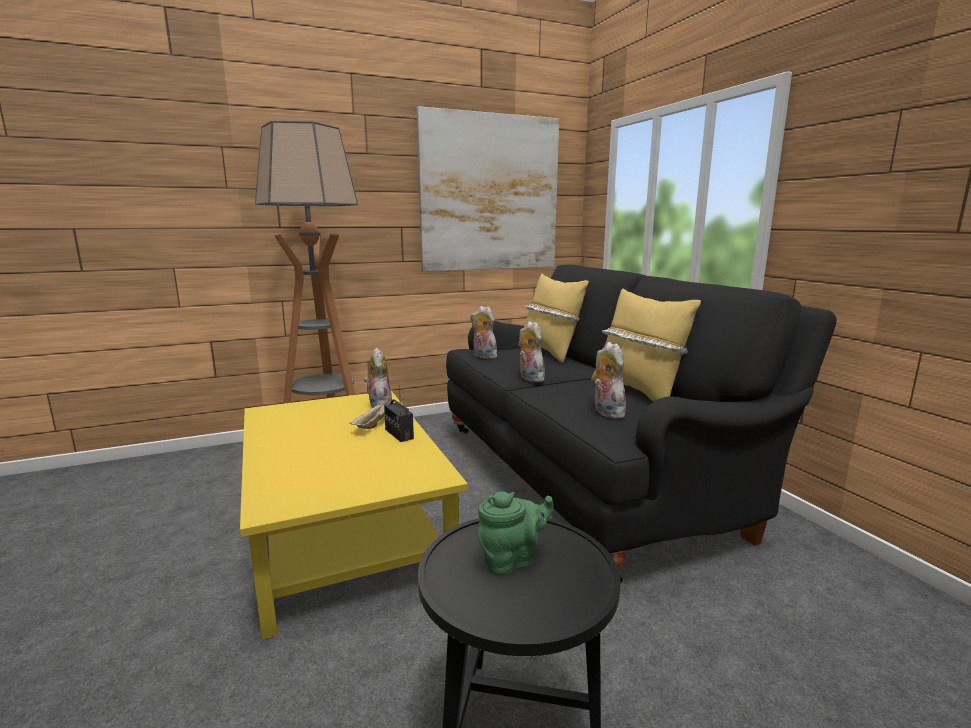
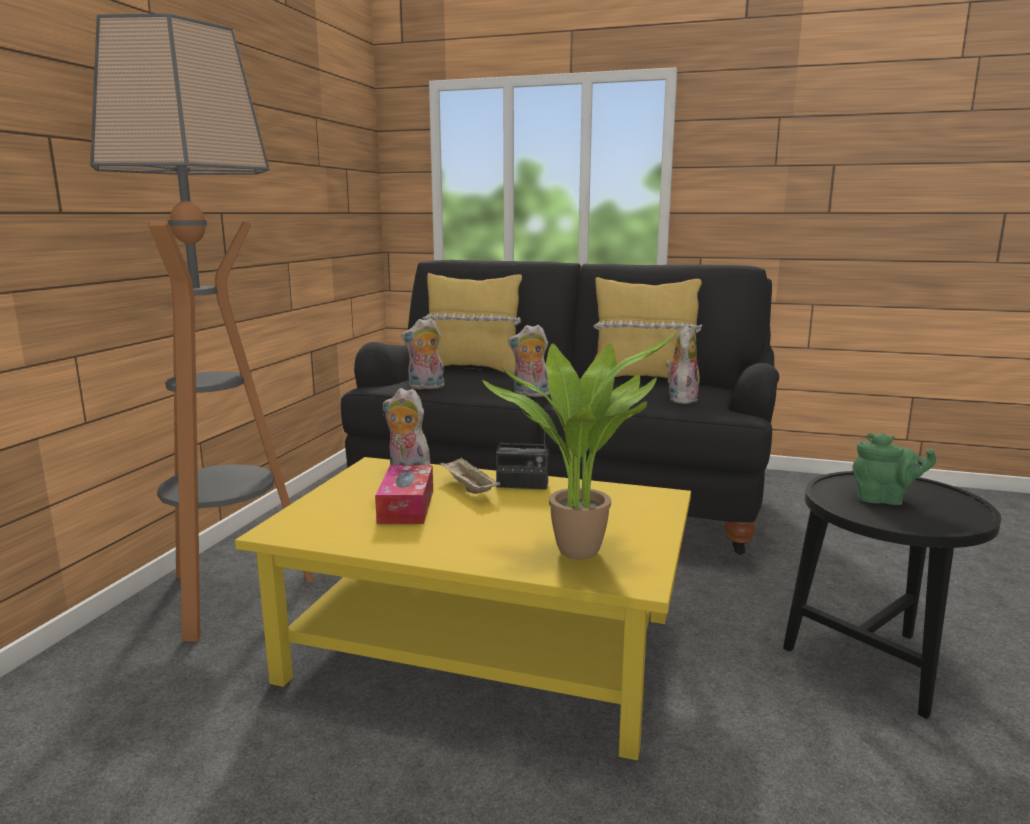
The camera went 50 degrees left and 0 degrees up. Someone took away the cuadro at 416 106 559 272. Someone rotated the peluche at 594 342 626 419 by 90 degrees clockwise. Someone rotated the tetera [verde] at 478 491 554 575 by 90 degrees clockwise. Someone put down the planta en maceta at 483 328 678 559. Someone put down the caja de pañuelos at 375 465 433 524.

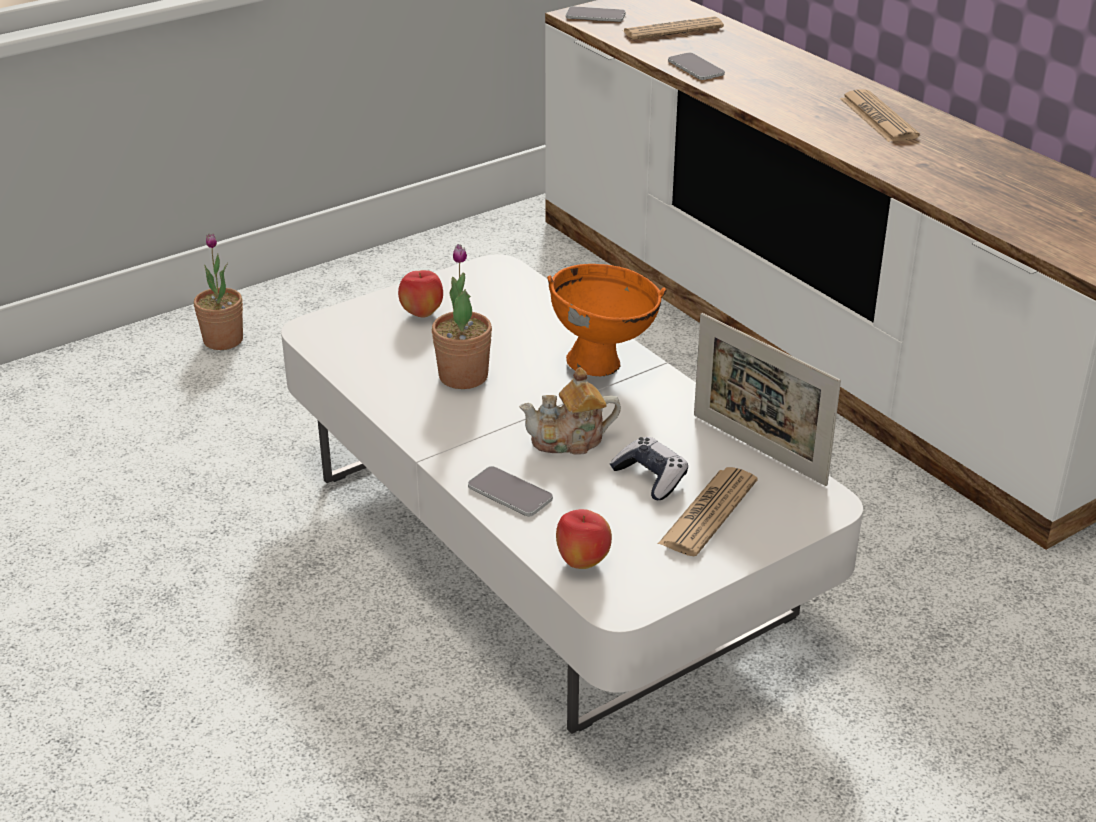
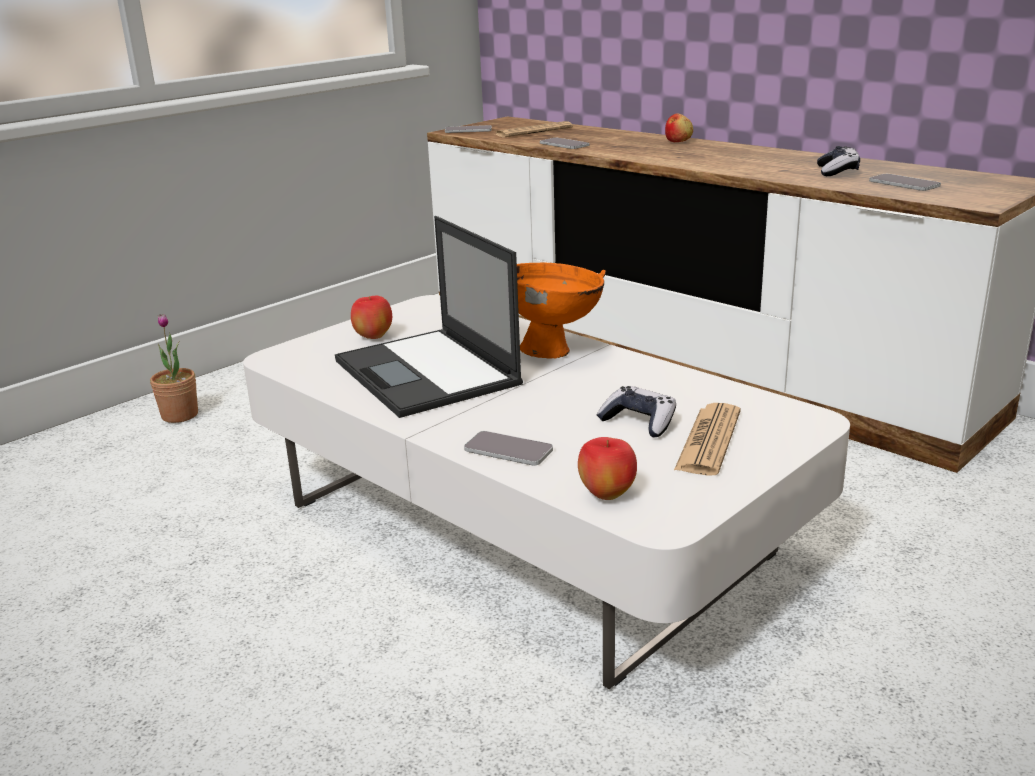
The camera went 10 degrees left and 10 degrees down. Someone took away the periódico at 840 89 920 142. Someone swapped the planta en maceta at 432 244 492 389 for the portátil at 335 216 523 418. Someone took away the portarretratos at 694 313 841 486. Someone took away the tetera at 519 367 621 455. Someone put down the manzana at 665 113 693 142. Someone put down the mando de consola at 817 146 860 176. Someone put down the móvil at 869 174 941 191.

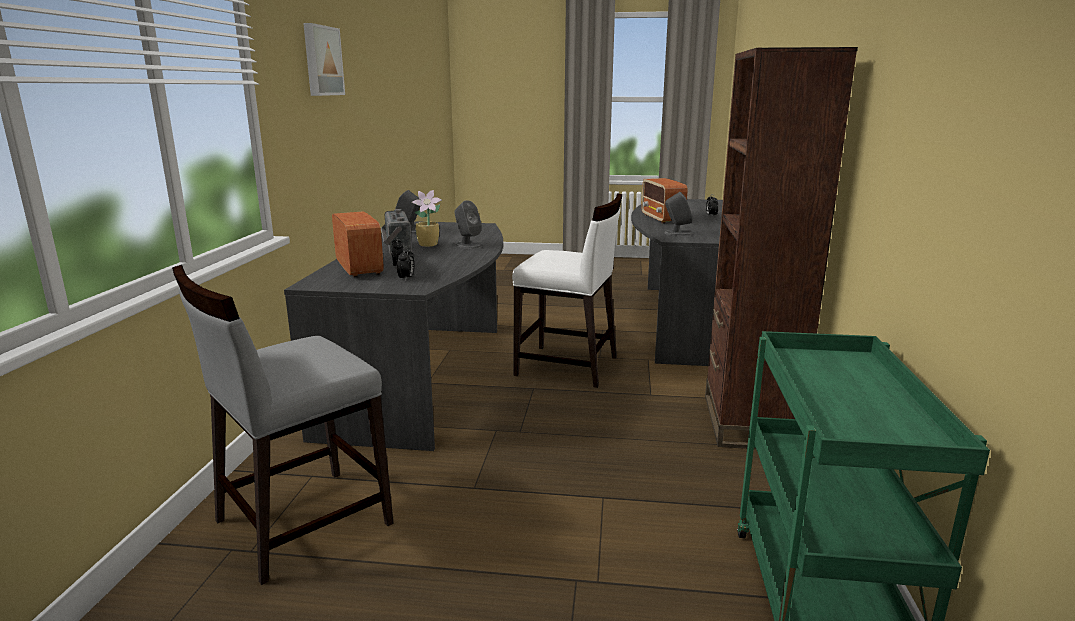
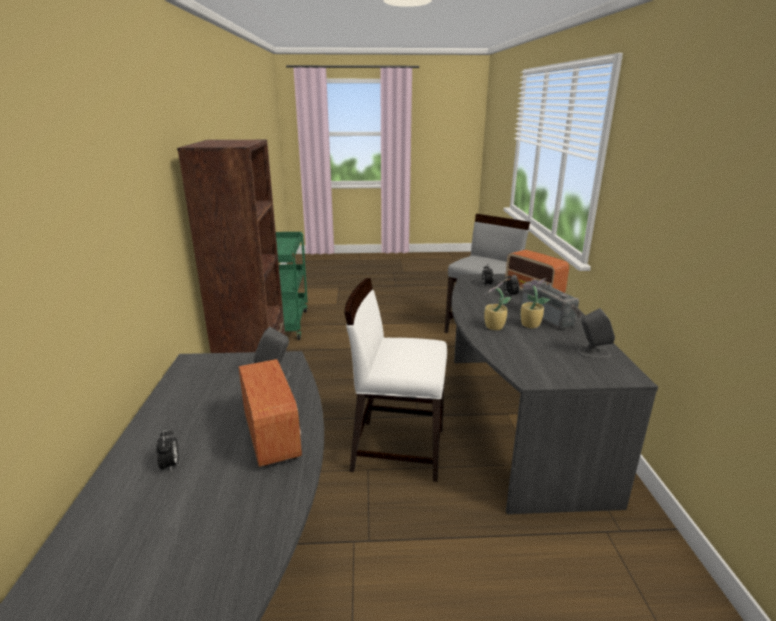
The camera went 170 degrees right and 5 degrees up. Someone took away the cuadro at 303 23 345 96. Someone swapped the altavoz [gris] at 455 200 482 249 for the planta en maceta at 483 278 511 330.

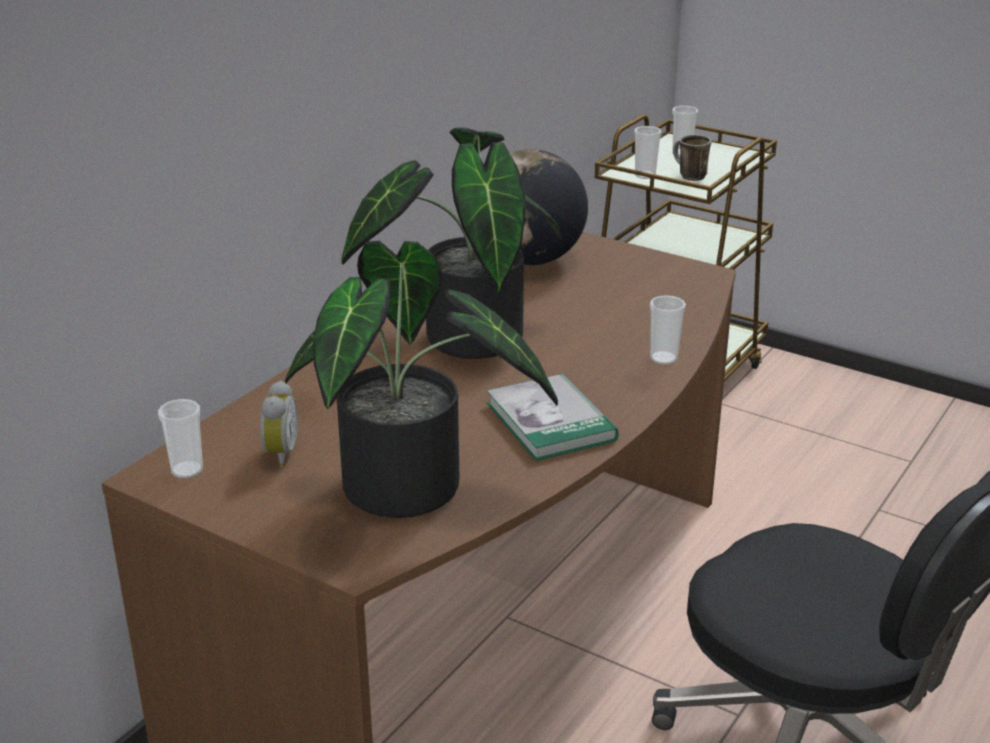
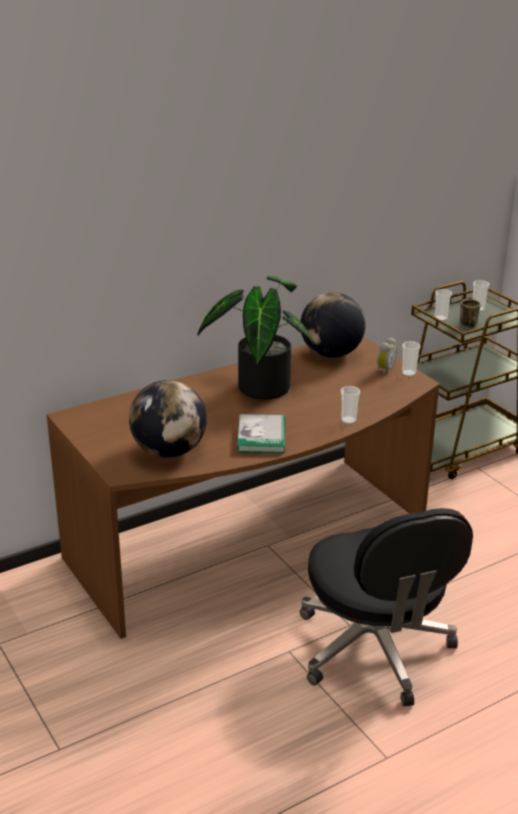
The camera went 25 degrees right and 0 degrees up. Someone swapped the planta en maceta at 285 241 558 518 for the globo terráqueo at 129 380 207 458. Someone carried the despertador from 260 380 298 467 to 377 337 397 375. Someone carried the taza from 158 399 203 479 to 402 341 420 376.

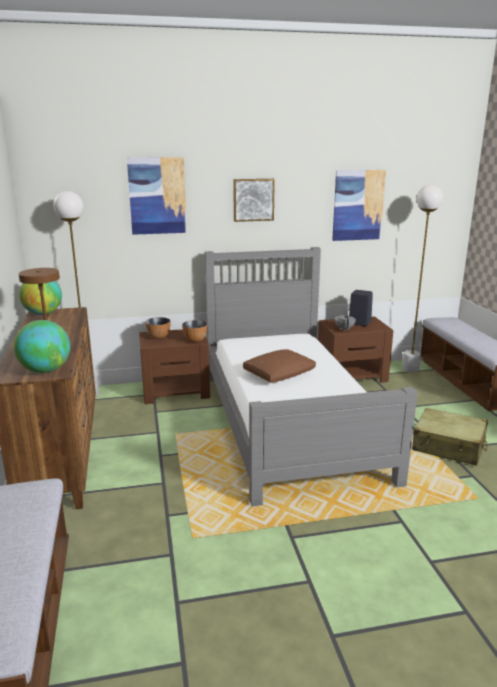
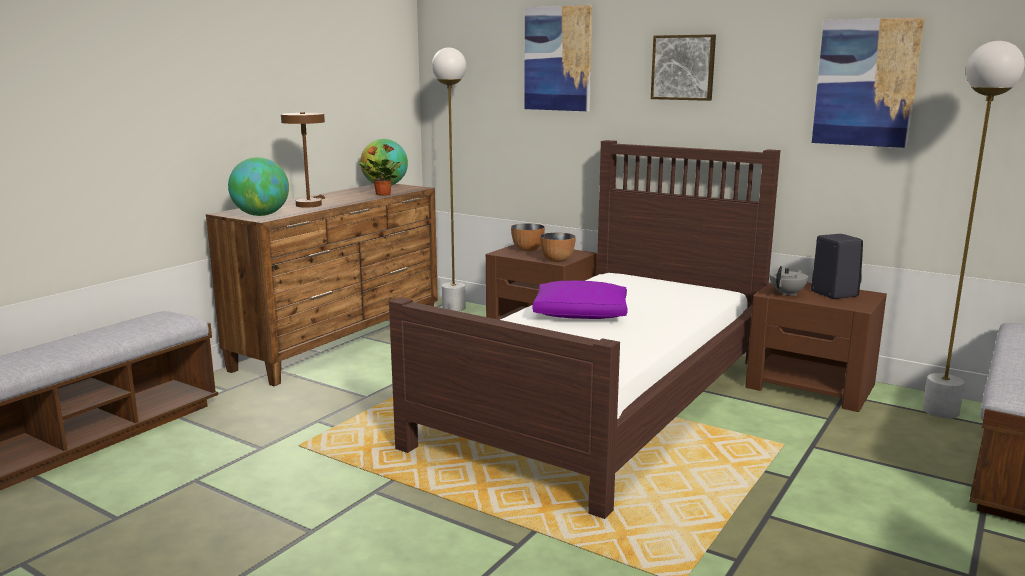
The camera went 45 degrees right and 5 degrees down. Someone repainted the cama [gris] at 205 247 418 506, which became the cama [marrón] at 389 140 780 519. Someone repainted the cojín [marrón] at 243 349 316 383, which became the cojín [morado] at 533 281 628 319. Someone took away the maleta [beis] at 412 408 488 466. Someone put down the planta en maceta at 358 144 404 196.

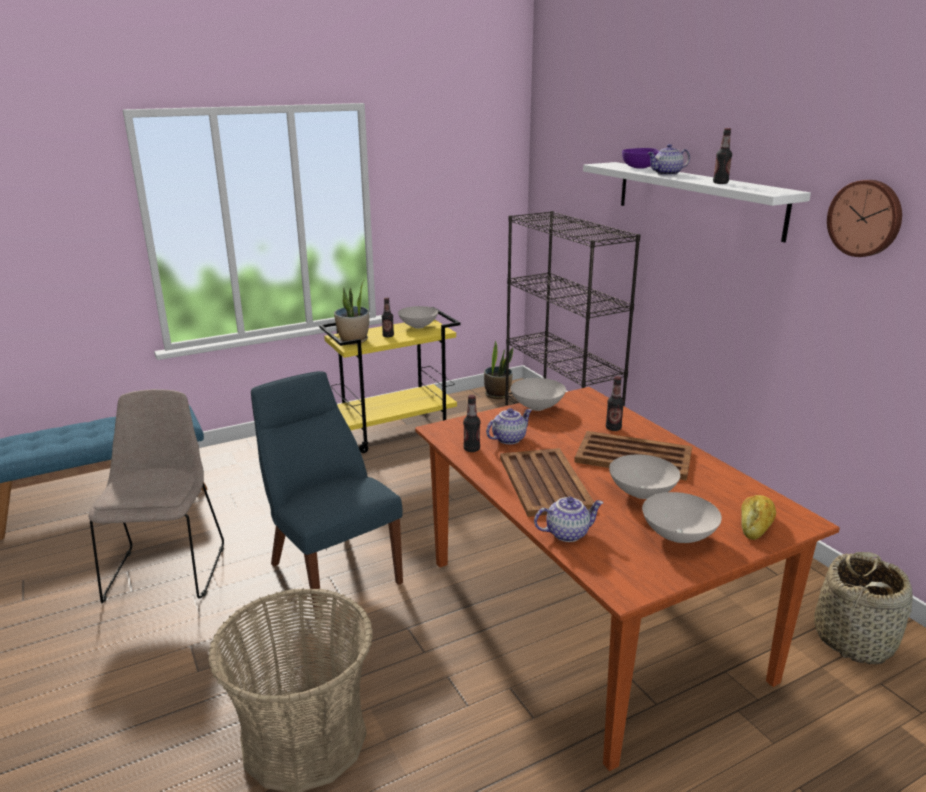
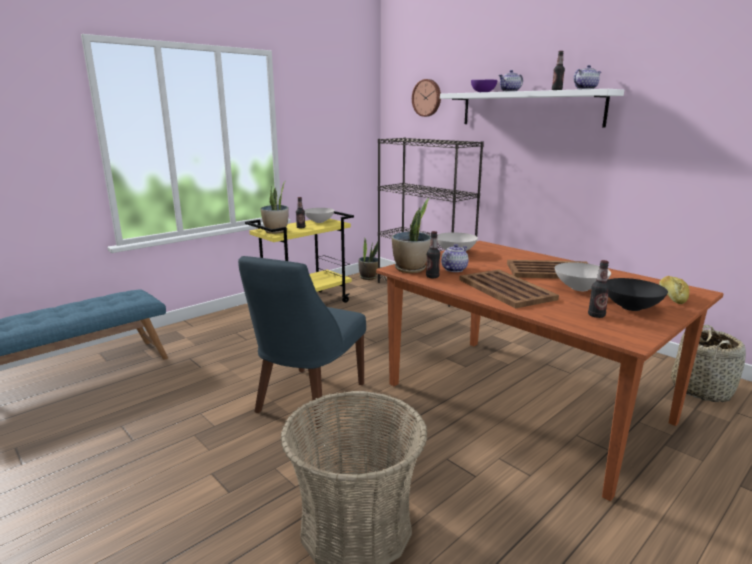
The camera went 15 degrees left and 5 degrees down. Someone carried the reloj de pared from 827 180 902 257 to 412 79 441 117. Someone rotated the silla [azul] at 251 371 403 621 by 105 degrees counterclockwise. Someone carried the botella from 606 376 624 431 to 588 260 610 318. Someone took away the silla [beis] at 88 389 224 603. Someone repainted the cuenco [blanco] at 642 492 722 543, which became the cuenco [negro] at 607 278 668 311. Someone carried the tetera from 534 497 603 542 to 574 65 601 89. Someone put down the planta en maceta at 392 198 431 273.

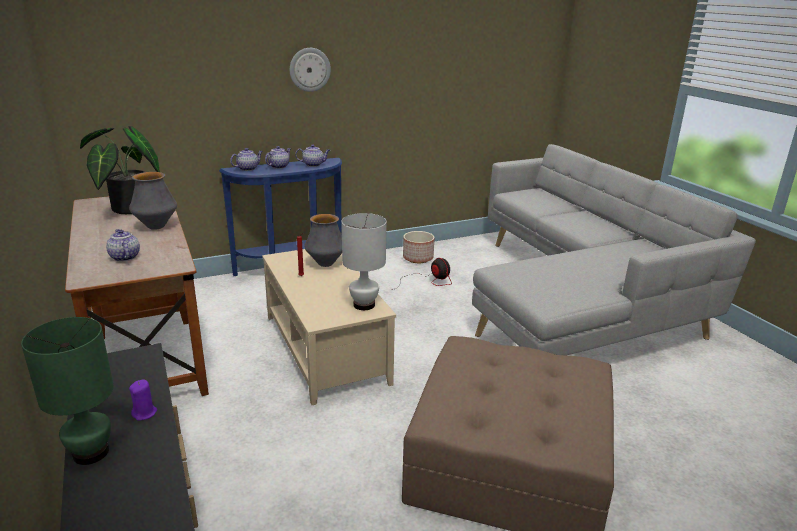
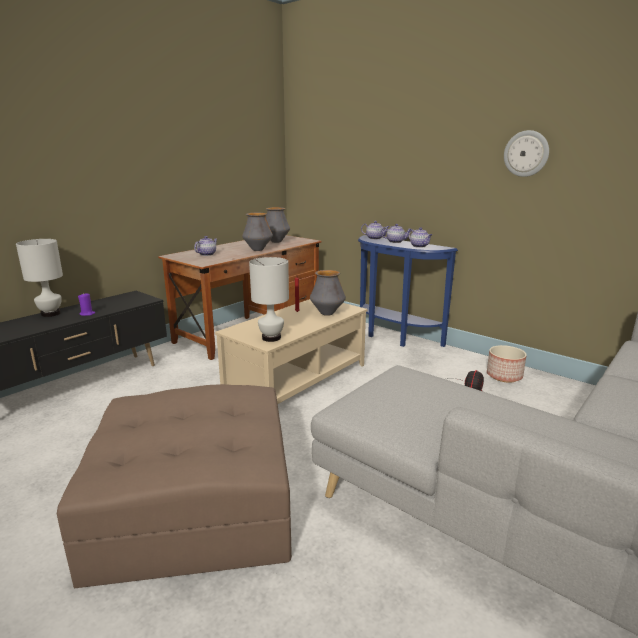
The camera went 65 degrees right and 5 degrees down. Someone carried the reloj de pared from 290 48 331 92 to 504 130 549 177. Someone swapped the planta en maceta at 80 126 160 214 for the florero at 266 207 290 243. Someone repainted the lámpara de mesa [verde] at 21 317 114 465, which became the lámpara de mesa [blanco] at 16 239 63 317.

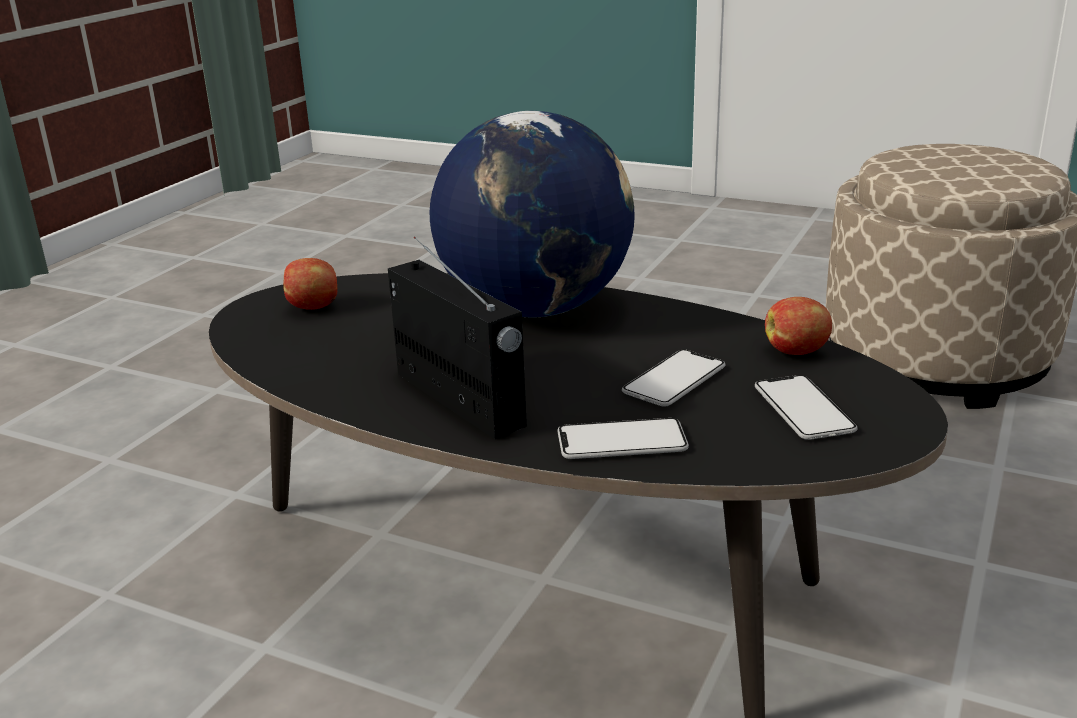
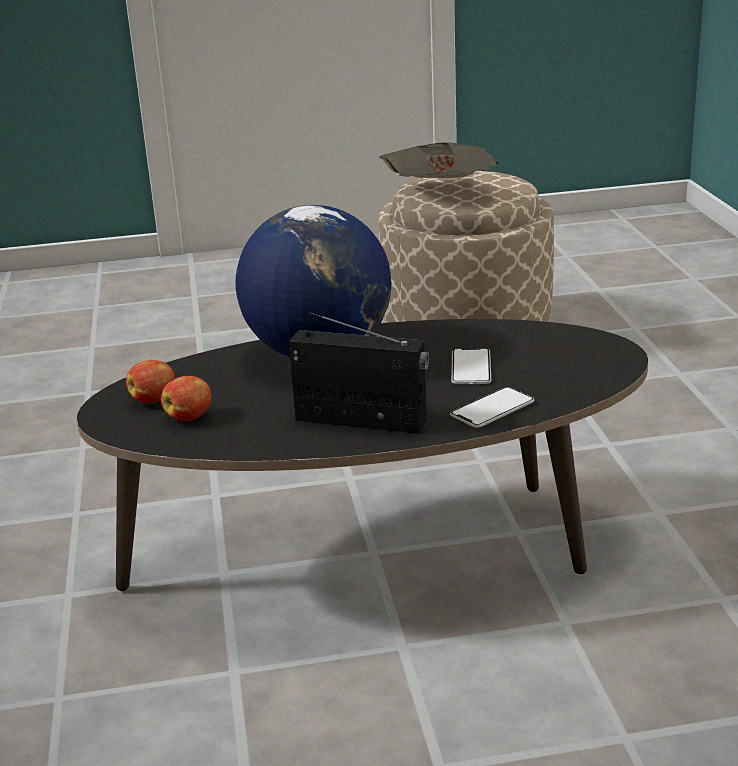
The camera went 35 degrees left and 0 degrees up. Someone carried the manzana from 765 297 832 355 to 161 376 212 421. Someone took away the móvil at 755 375 858 440. Someone put down the periódico at 379 142 499 178.

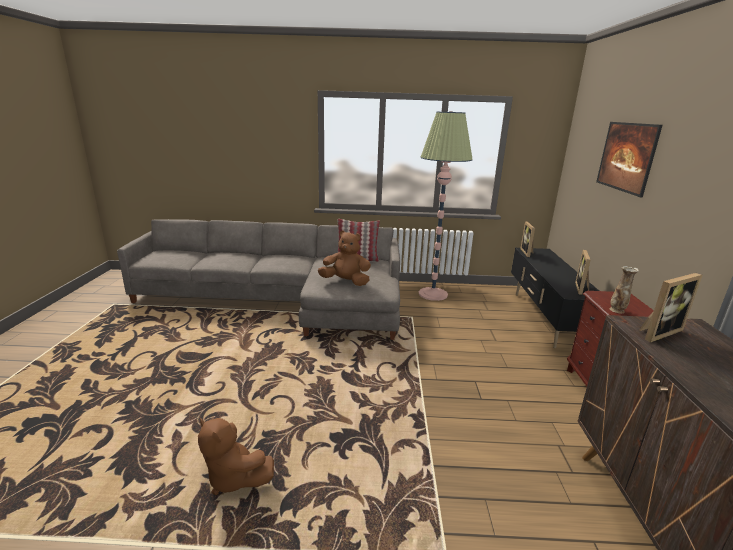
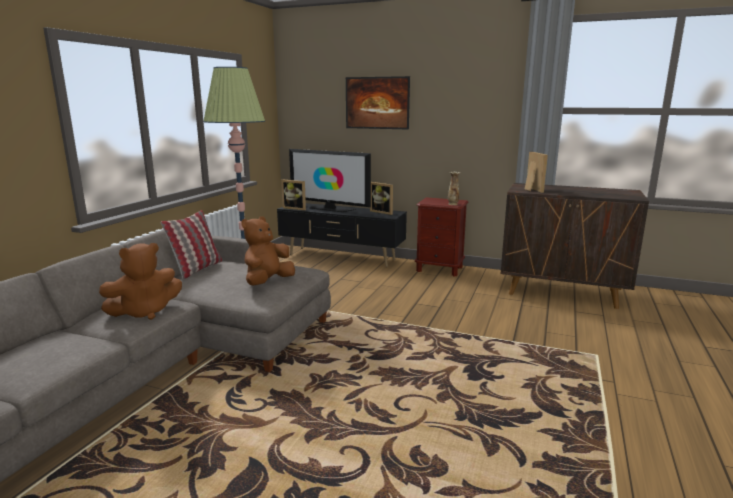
The camera went 70 degrees left and 5 degrees down. Someone carried the peluche [marrón] from 198 418 274 495 to 99 243 182 320. Someone put down the televisor at 289 149 371 212.

